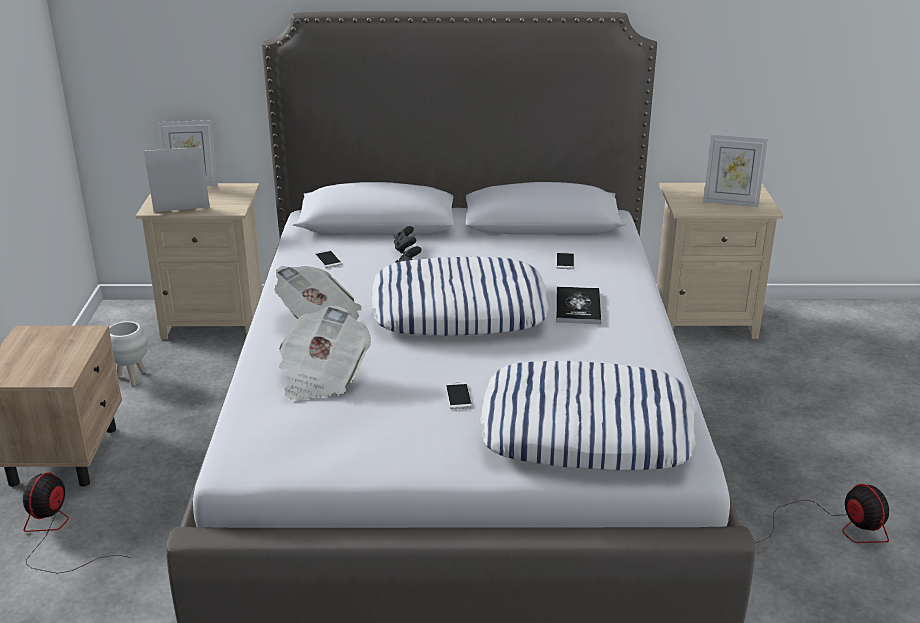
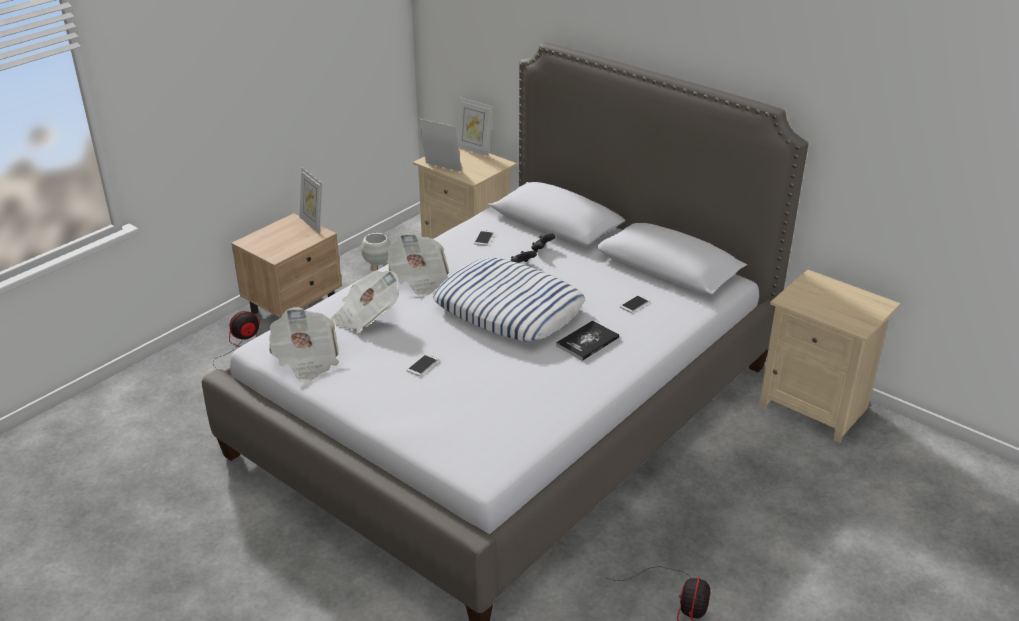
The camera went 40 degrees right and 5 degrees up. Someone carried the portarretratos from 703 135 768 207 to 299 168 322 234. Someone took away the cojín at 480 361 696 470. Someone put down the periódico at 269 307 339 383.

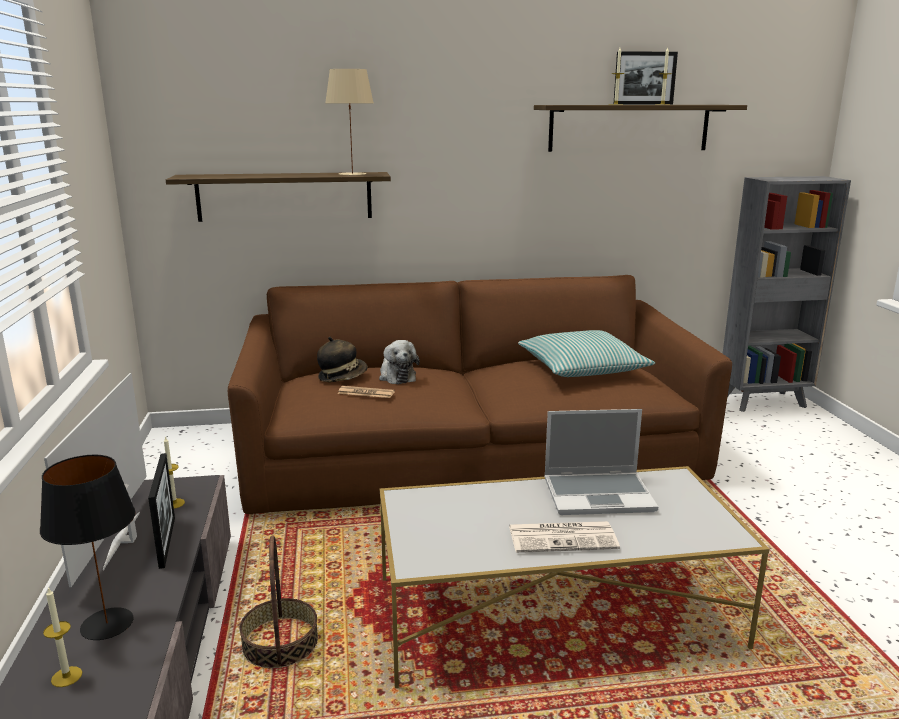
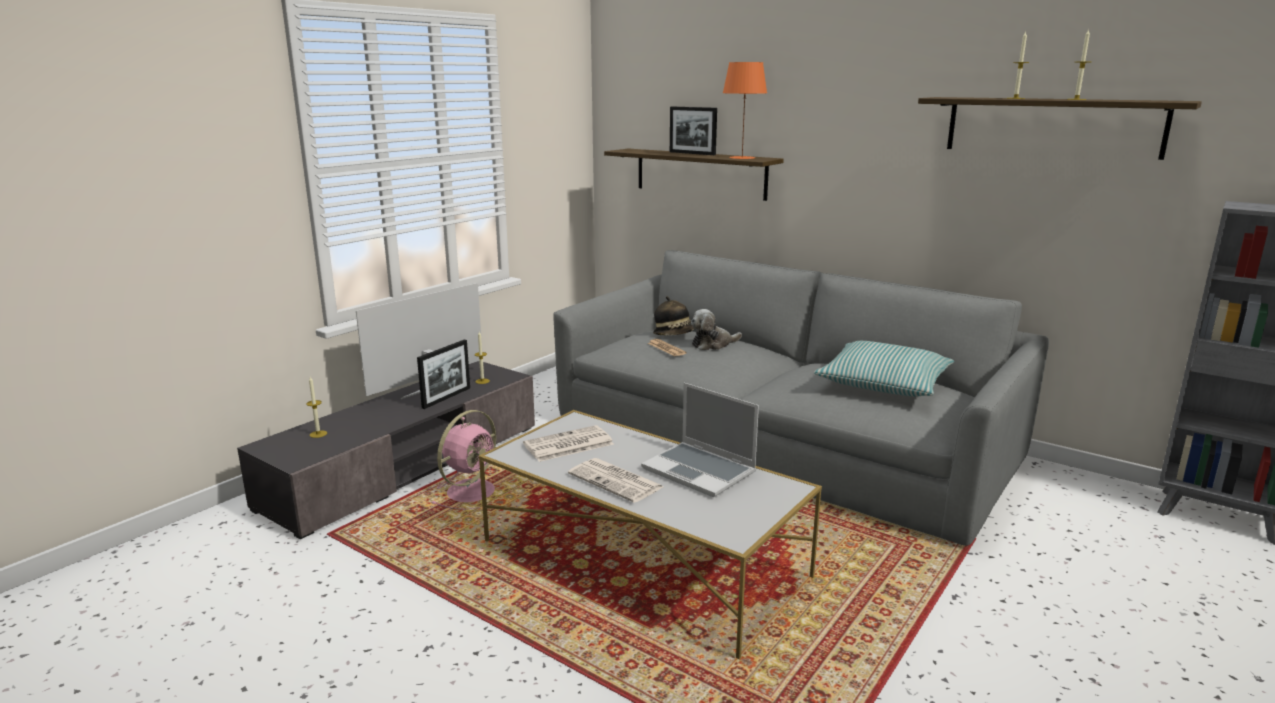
The camera went 45 degrees right and 0 degrees up. Someone carried the portarretratos from 614 51 678 105 to 670 106 717 155. Someone repainted the lámpara de mesa [beis] at 325 69 374 176, which became the lámpara de mesa [naranja] at 723 62 767 159. Someone repainted the sofá [marrón] at 228 275 732 514, which became the sofá [gris] at 553 250 1049 546. Someone rotated the peluche at 379 340 420 384 by 45 degrees clockwise. Someone took away the lámpara de mesa [negro] at 40 455 136 640. Someone swapped the cesta at 239 535 318 668 for the ventilador [rosa] at 431 410 496 510. Someone put down the periódico at 523 425 614 462.

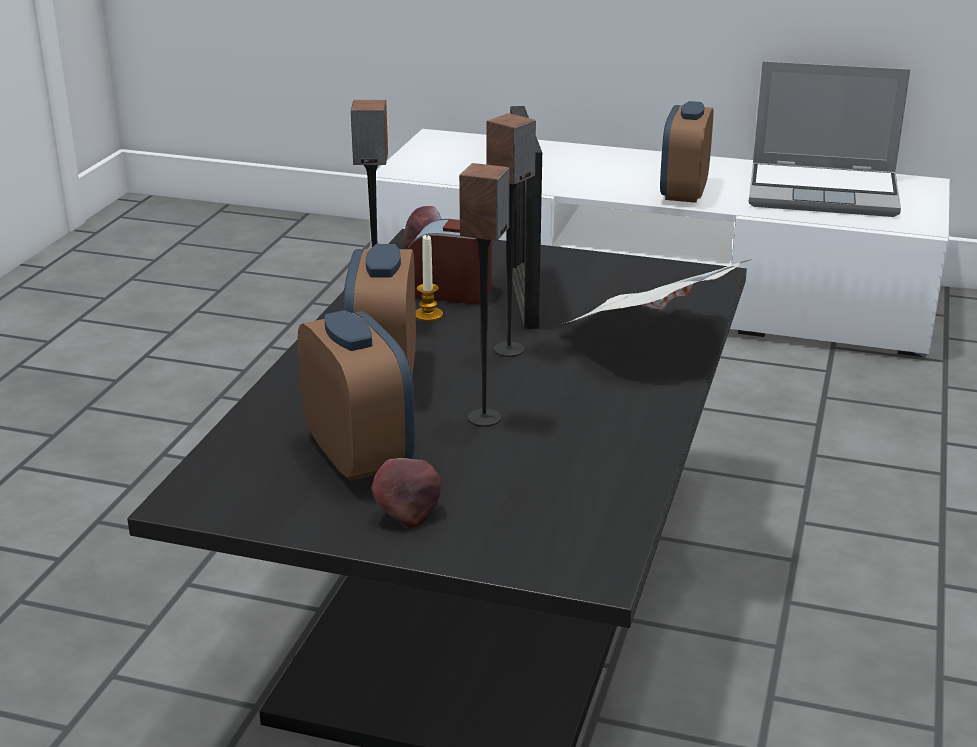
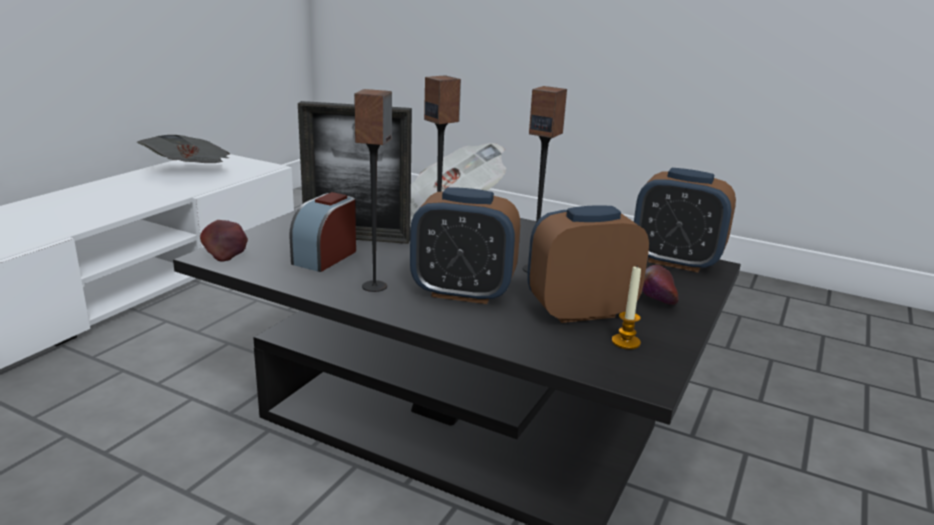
The camera went 80 degrees left and 5 degrees down. Someone swapped the portátil at 749 61 910 217 for the periódico at 137 135 229 163. Someone carried the despertador from 660 101 713 203 to 634 168 736 272. Someone carried the vela from 416 234 443 322 to 612 265 641 349.

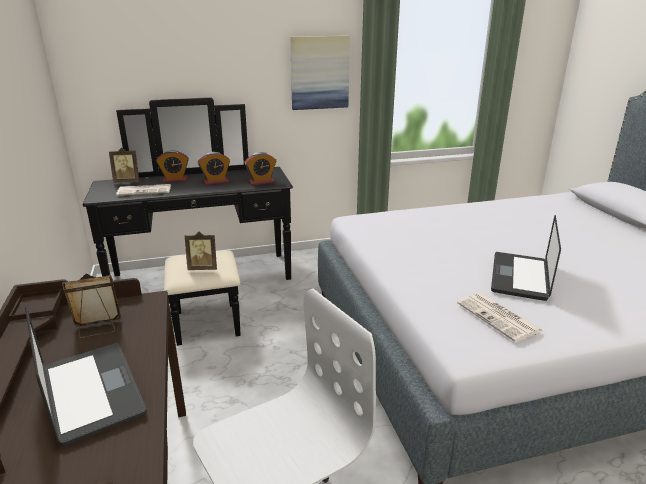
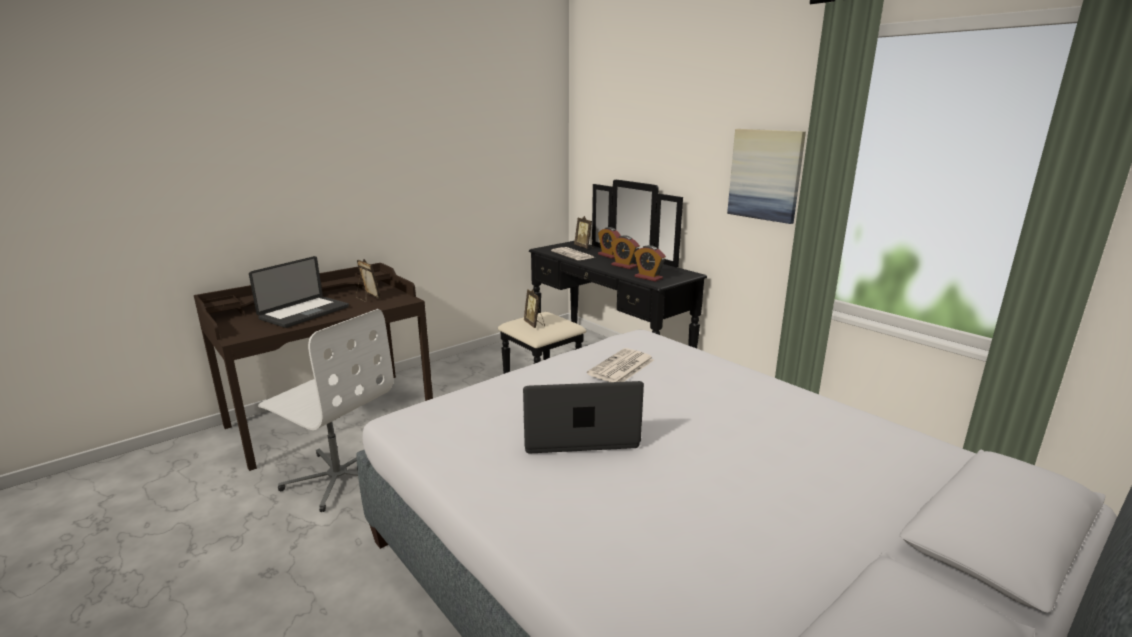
The camera went 65 degrees right and 5 degrees down. Someone carried the periódico from 457 293 543 342 to 587 348 654 382.

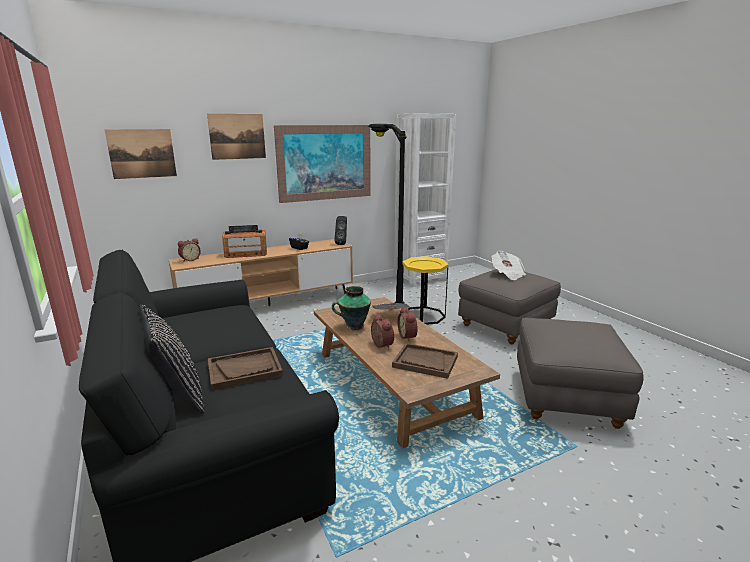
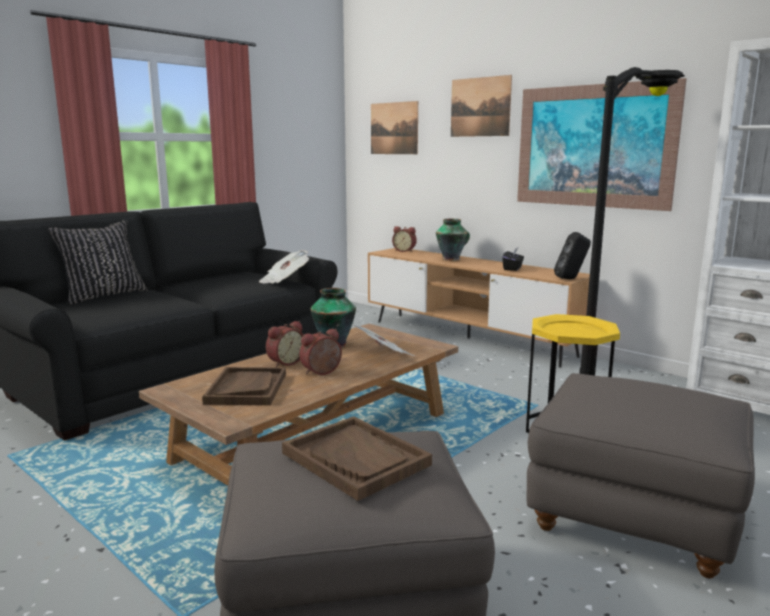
The camera went 70 degrees right and 5 degrees down. Someone swapped the radio at 222 225 267 258 for the florero at 436 219 470 261. Someone carried the periódico from 492 251 526 280 to 259 250 309 283. Someone carried the bandeja [marrón] from 208 347 283 391 to 282 416 432 501.

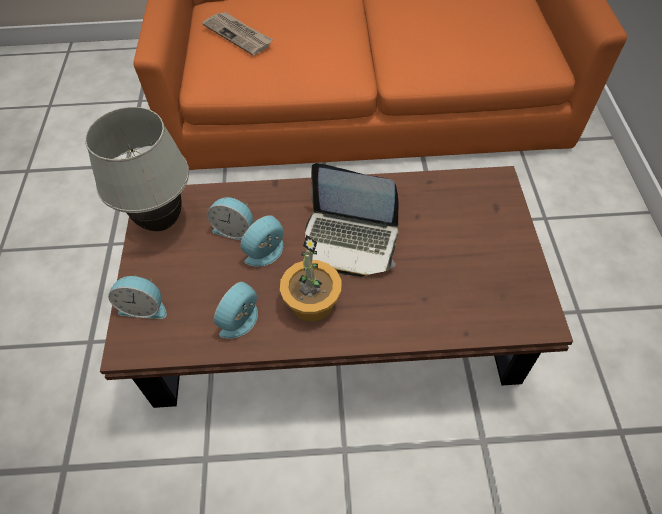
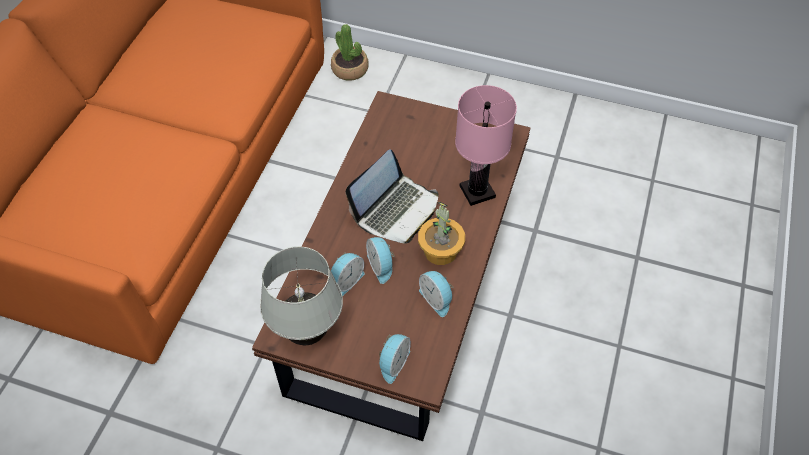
The camera went 70 degrees left and 0 degrees up. Someone took away the periódico at 202 12 273 56. Someone put down the planta en maceta at 331 24 369 81. Someone put down the lámpara de mesa [rosa] at 455 85 517 206.

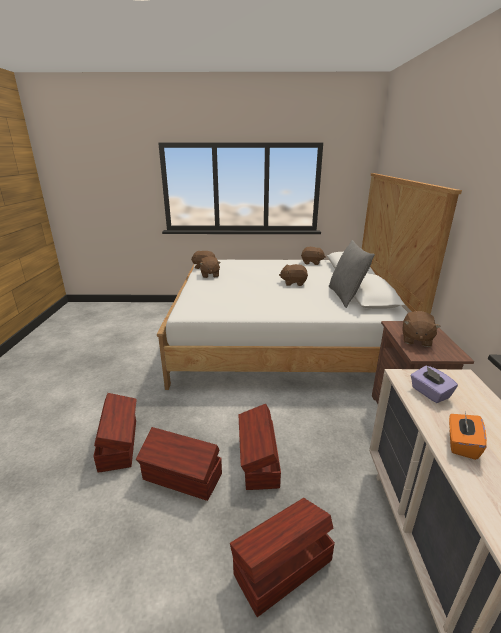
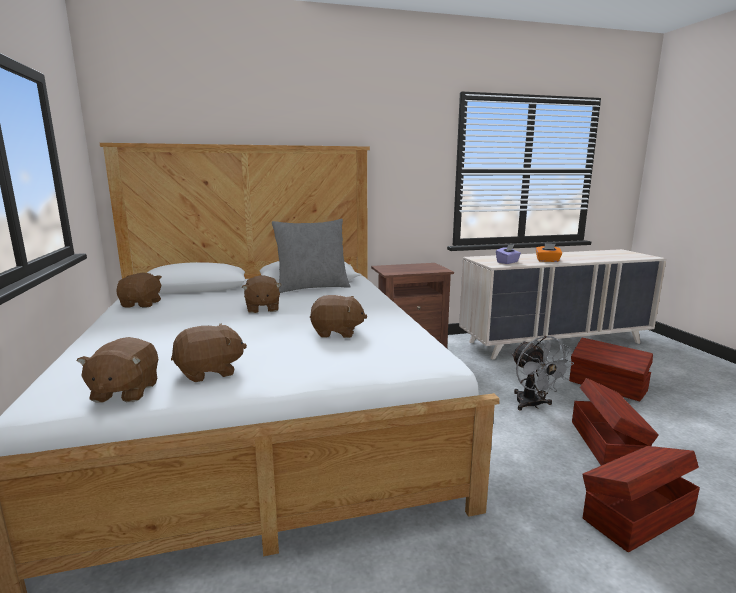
The camera went 105 degrees left and 10 degrees down. Someone carried the peluche [marrón] from 402 311 441 347 to 310 295 367 338. Someone swapped the caja de almacenaje [marrón] at 239 404 281 490 for the ventilador [gris] at 512 336 574 411.

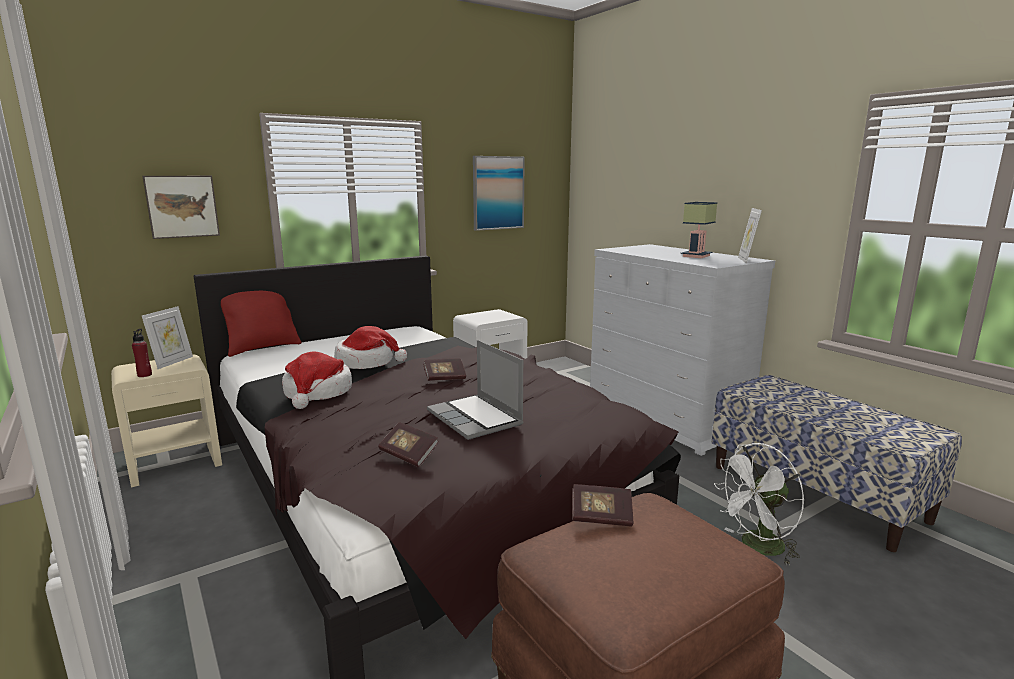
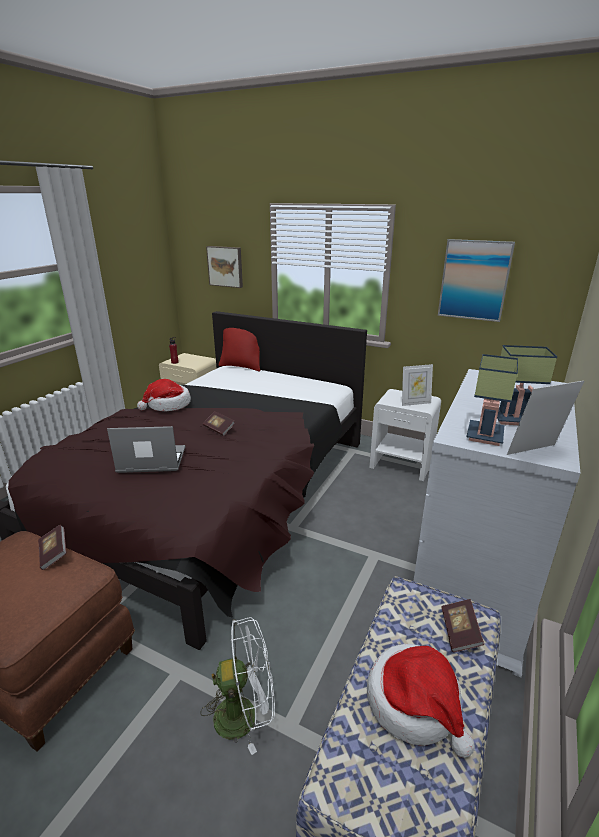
The camera went 60 degrees right and 10 degrees up. Someone carried the portarretratos from 142 306 193 369 to 402 364 433 406. Someone carried the sombrero from 334 326 407 369 to 367 644 475 758. Someone rotated the portátil at 427 340 524 440 by 60 degrees clockwise. Someone carried the libro from 378 422 439 467 to 441 599 484 653. Someone rotated the ventilador [blanco] at 714 443 804 566 by 135 degrees clockwise. Someone put down the lámpara de mesa at 466 354 518 446.

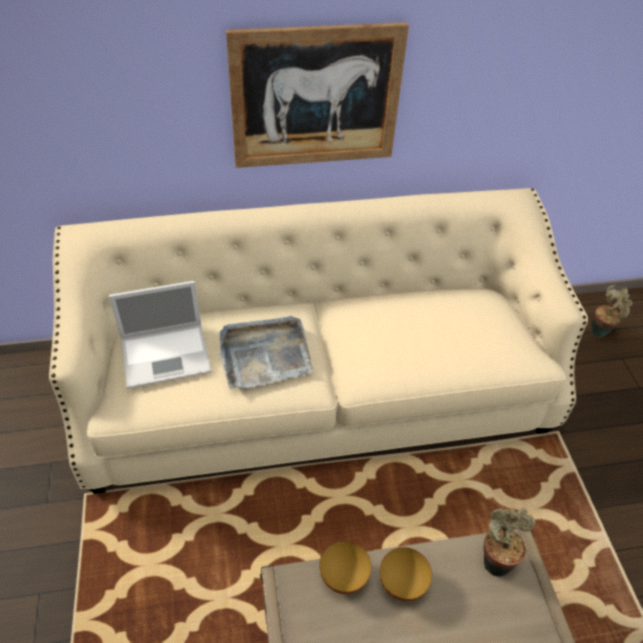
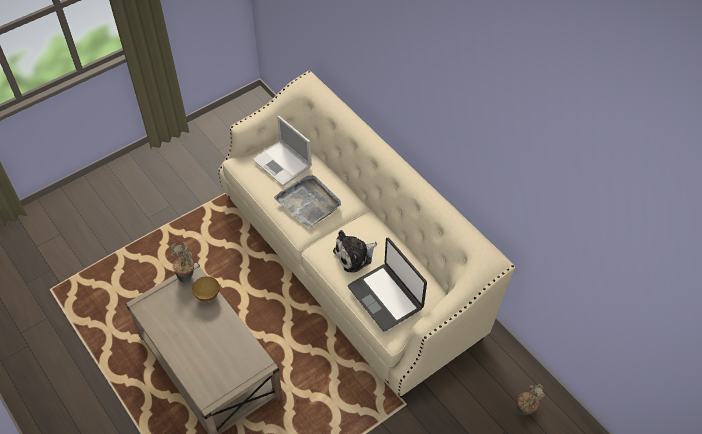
The camera went 65 degrees right and 5 degrees up. Someone took away the cuadro at 226 22 409 168. Someone carried the planta en maceta from 484 508 535 577 to 171 242 194 283. Someone took away the cuenco at 380 547 432 601. Someone put down the peluche at 333 230 377 273. Someone put down the portátil at 348 238 427 331.

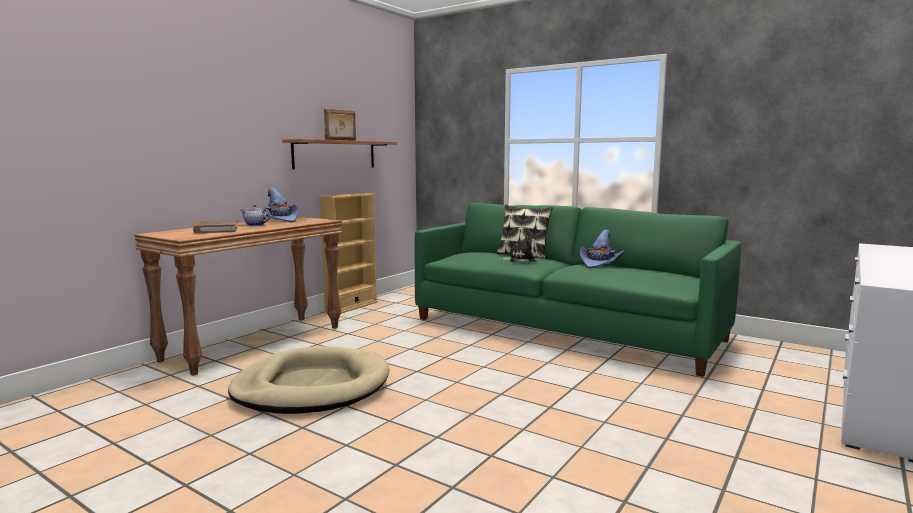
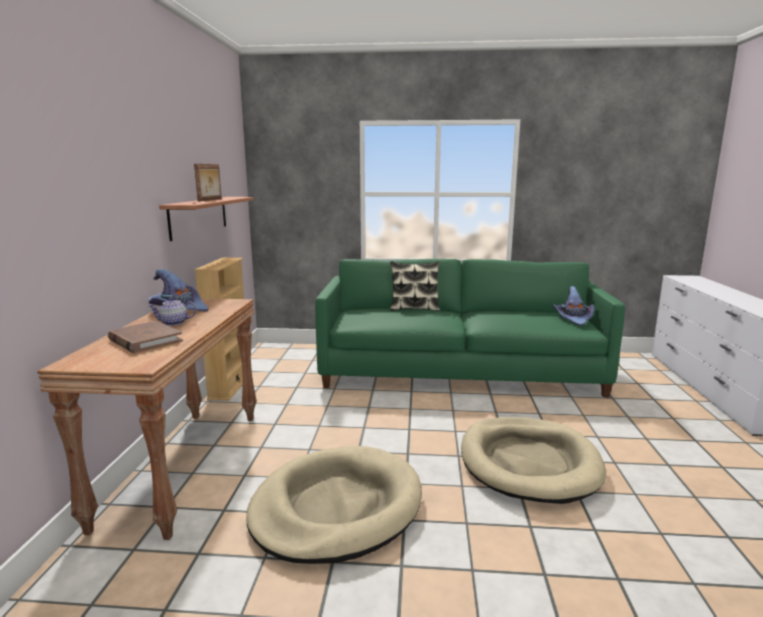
The camera went 30 degrees left and 5 degrees up. Someone carried the sombrero [morado] from 580 230 625 269 to 552 286 595 326. Someone took away the peluche at 498 236 537 263. Someone put down the cama para perro [beis] at 461 417 606 504.

